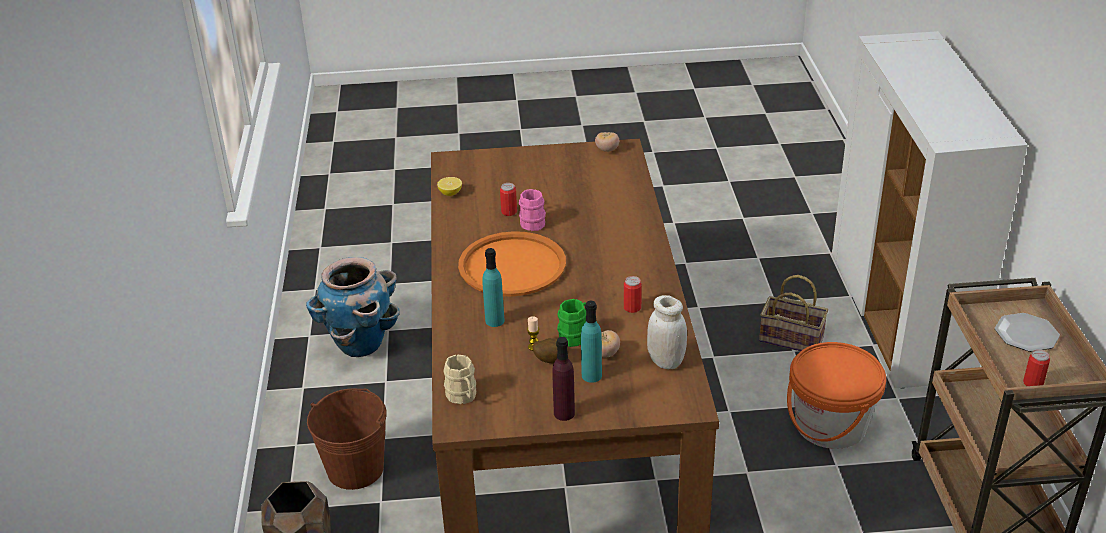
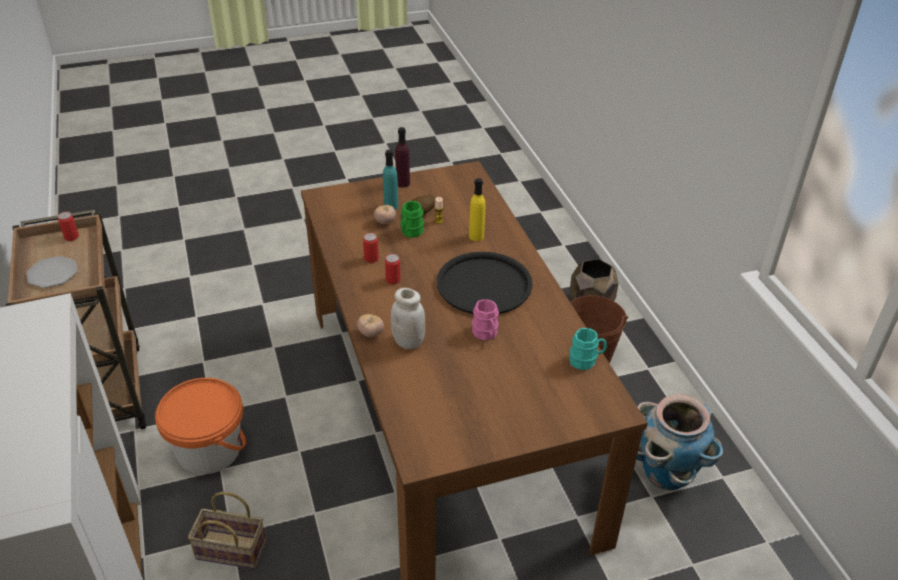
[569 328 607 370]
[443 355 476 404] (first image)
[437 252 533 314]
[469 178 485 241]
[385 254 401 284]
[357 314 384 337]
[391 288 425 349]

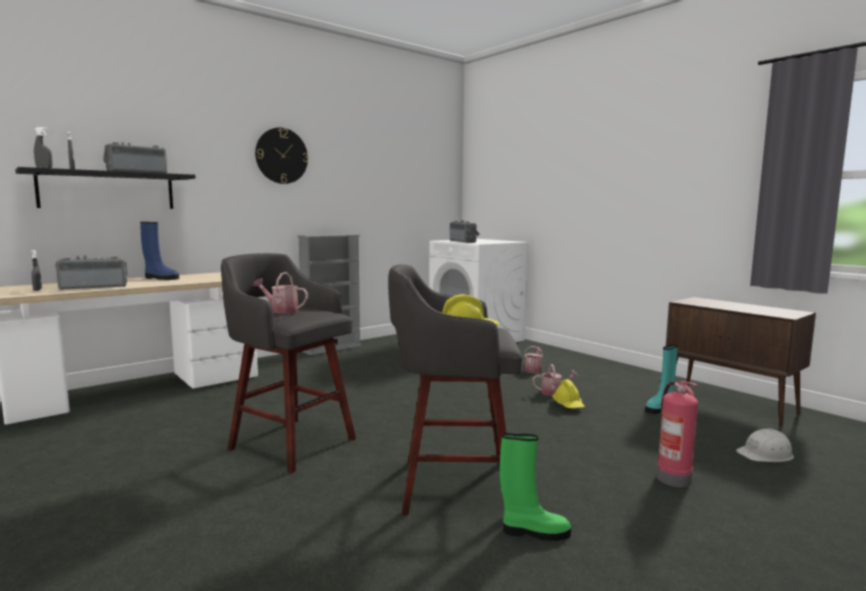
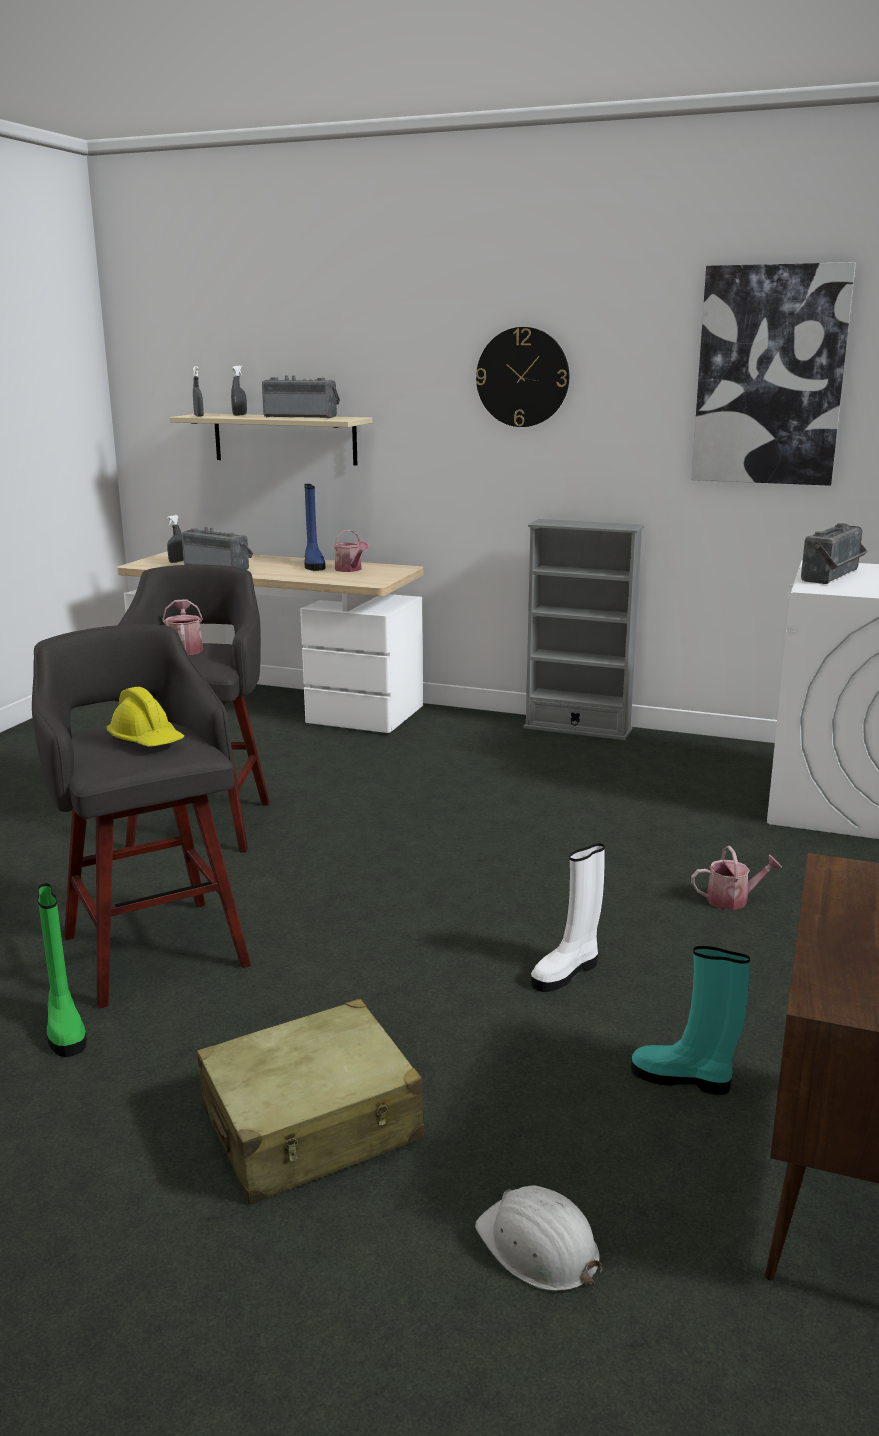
[169 414 372 465]
[334 529 369 572]
[531 843 605 992]
[197 999 425 1205]
[691 262 856 486]

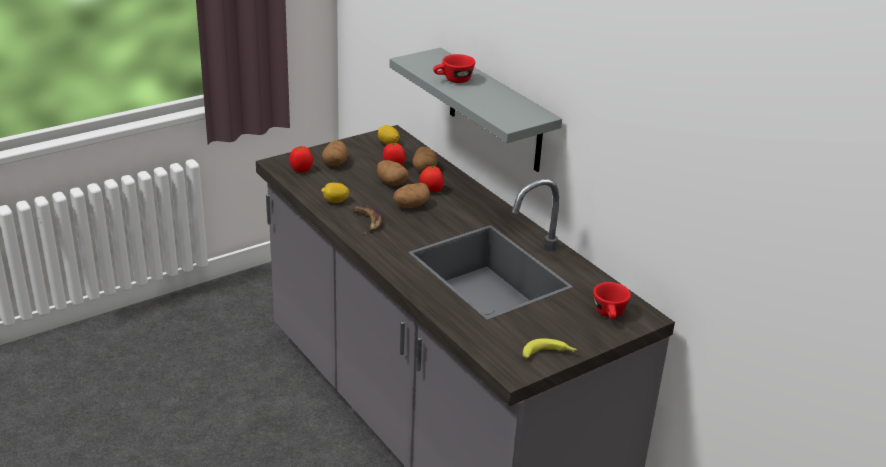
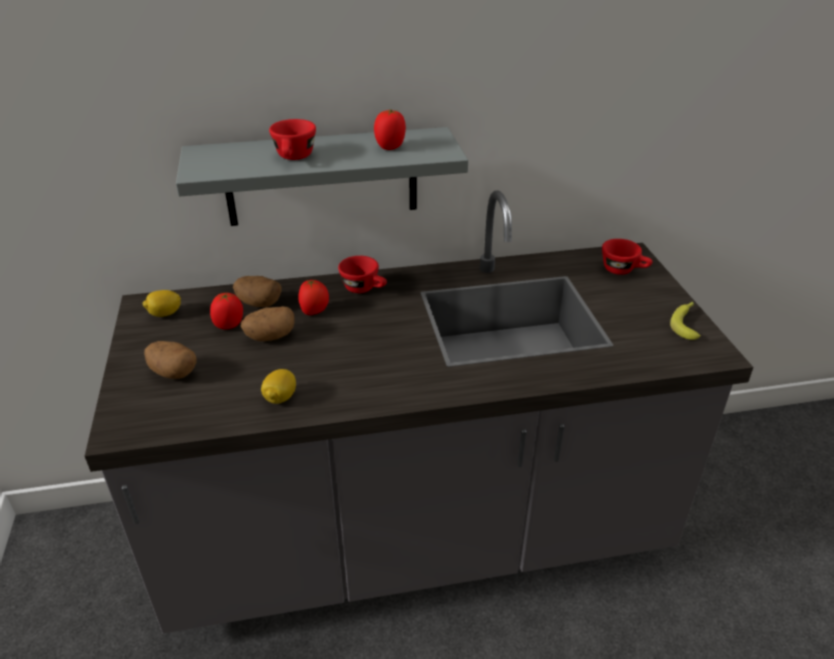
[374 110 406 150]
[353 205 382 234] (first image)
[393 183 430 208] (first image)
[338 256 387 293]

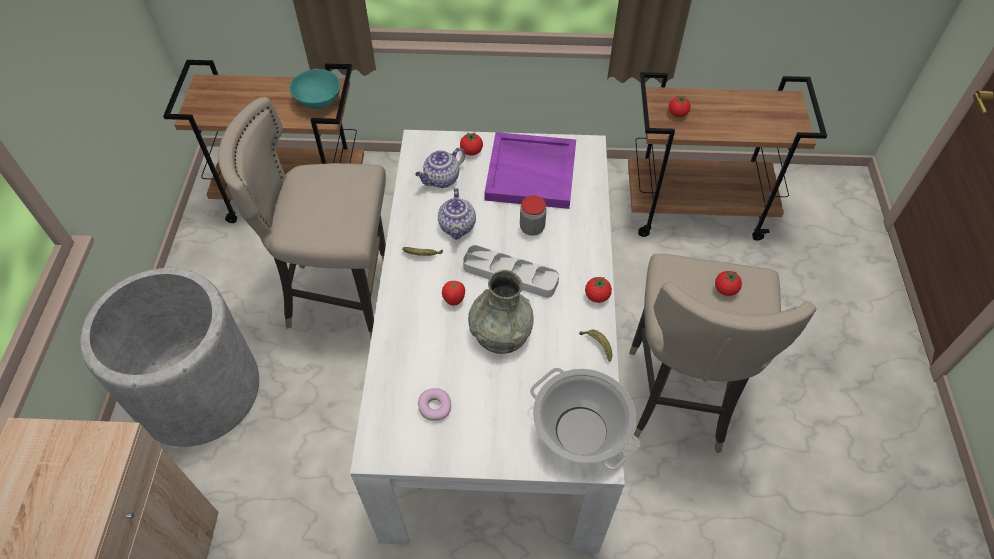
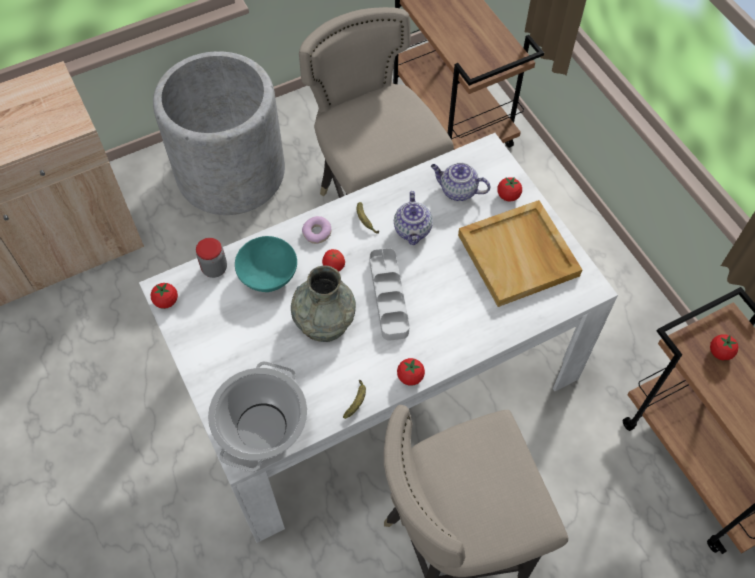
[235 236 297 292]
[302 216 332 244]
[394 191 433 245]
[458 200 582 307]
[196 238 227 278]
[151 283 178 309]

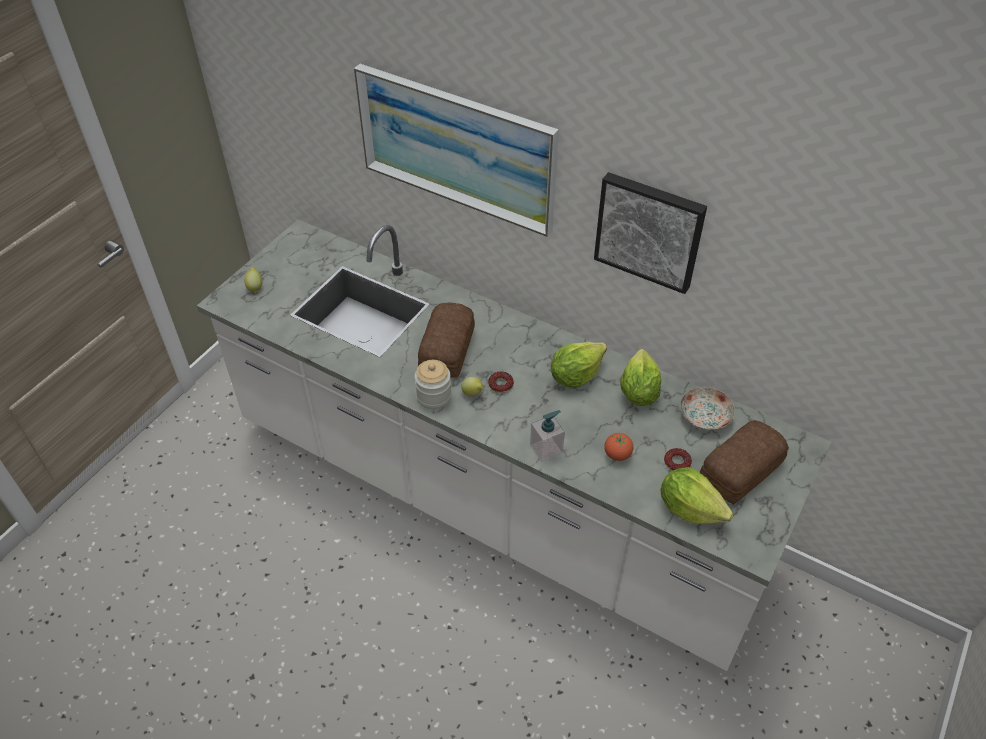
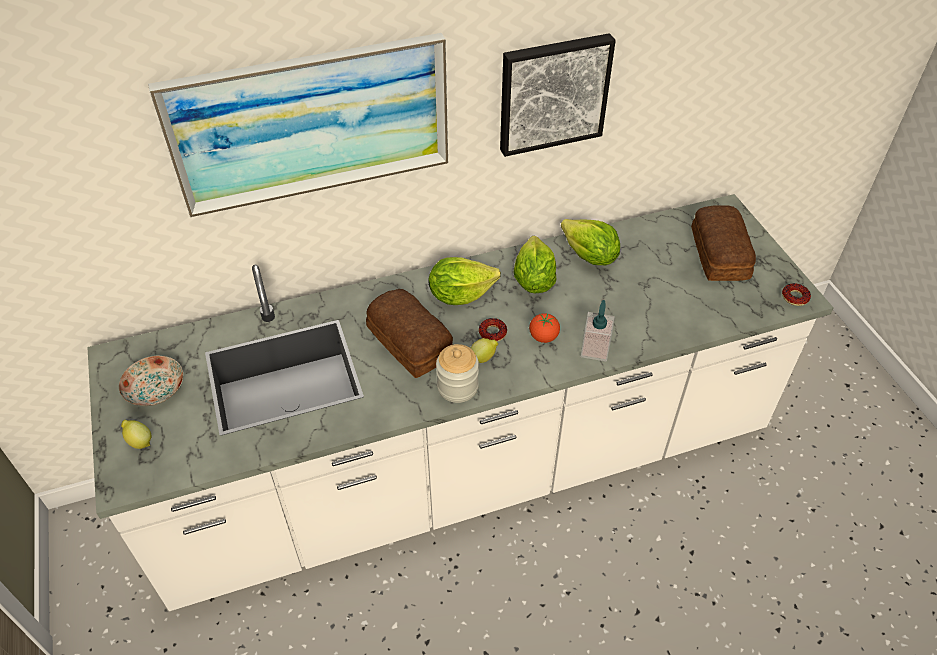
[529 313 560 343]
[429 257 501 305]
[782 283 811 306]
[119 356 183 406]

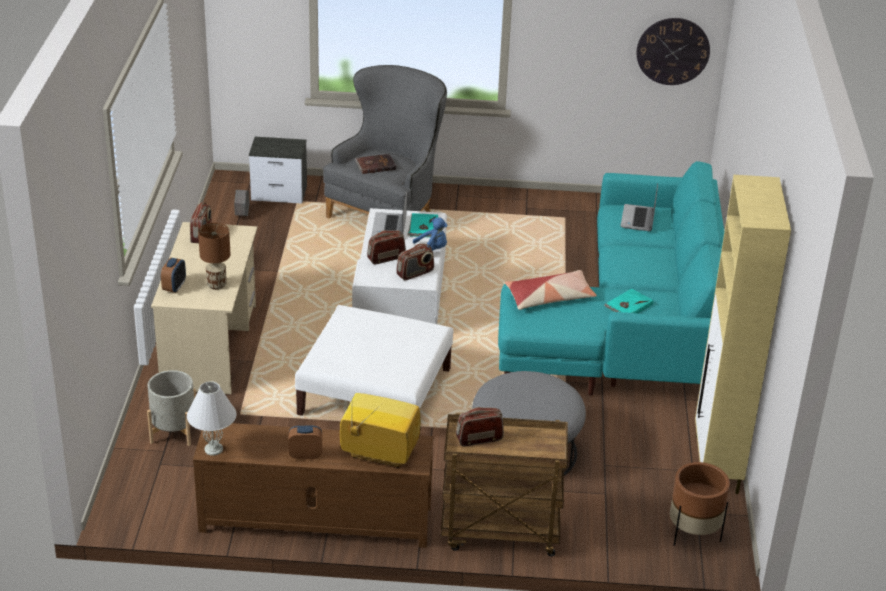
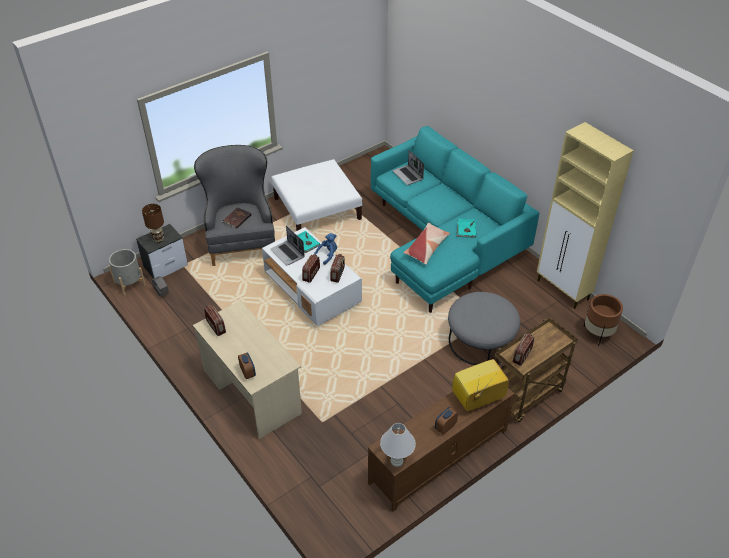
[109 249 146 296]
[142 204 164 243]
[272 159 362 231]
[637 18 710 85] (first image)

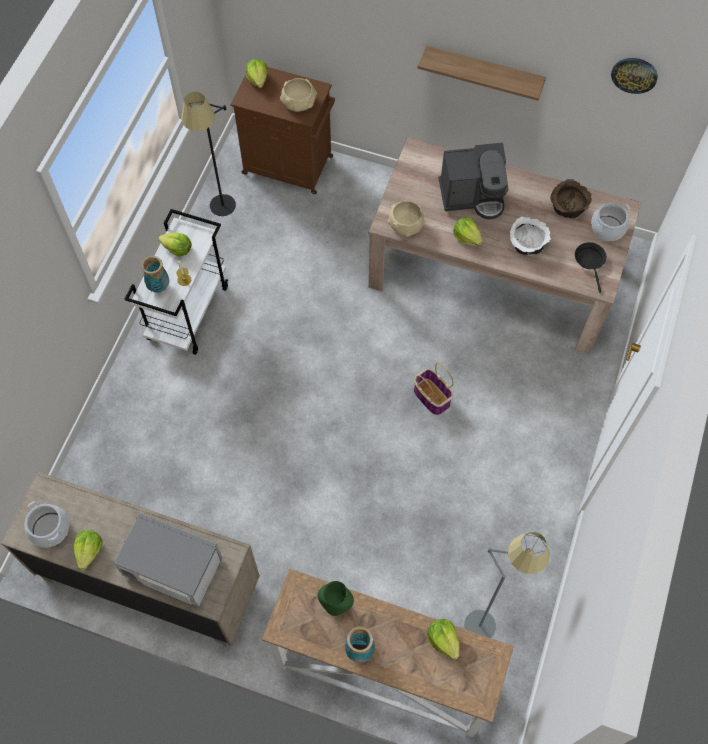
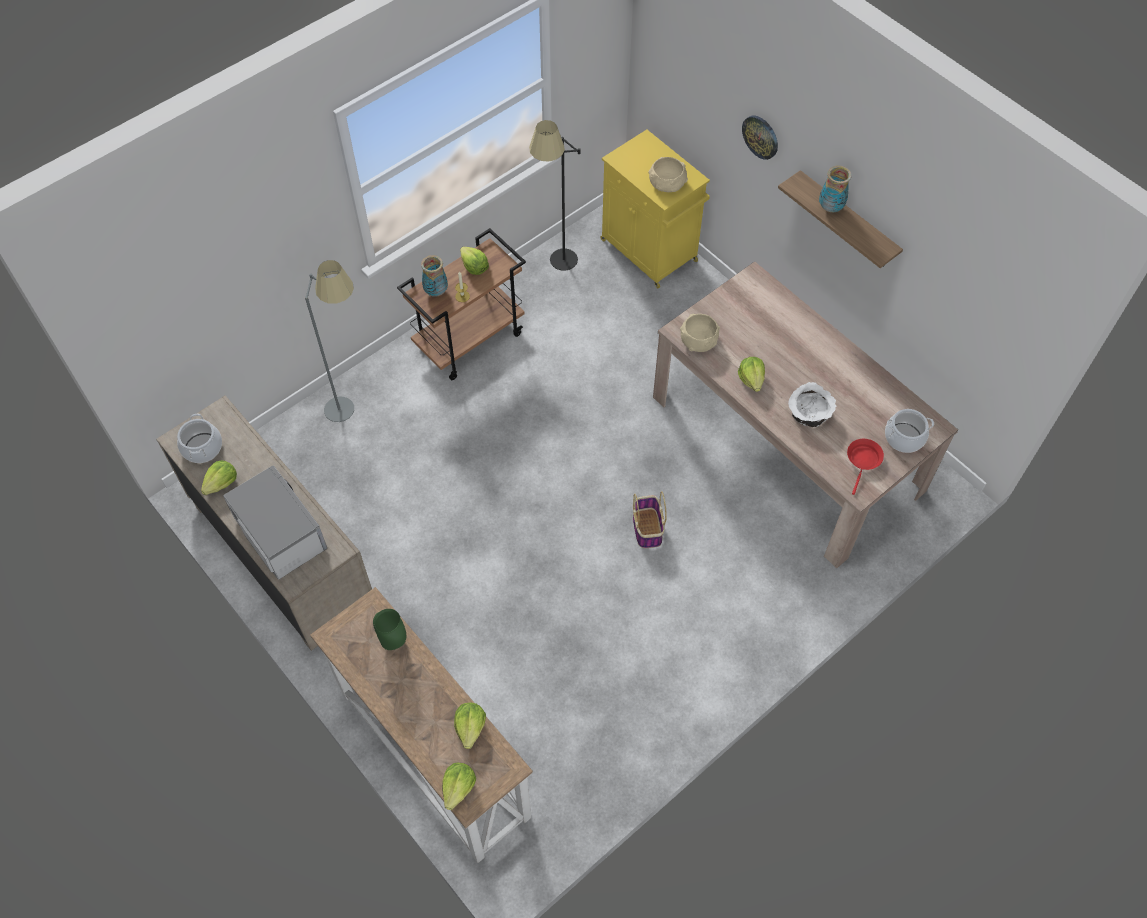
[397 228 526 380]
[601 130 710 288]
[442 762 476 810]
[819 165 851 212]
[439 143 508 220] (first image)
[305 260 354 422]
[550 179 592 218] (first image)
[847 439 884 495]
[742 116 778 160]

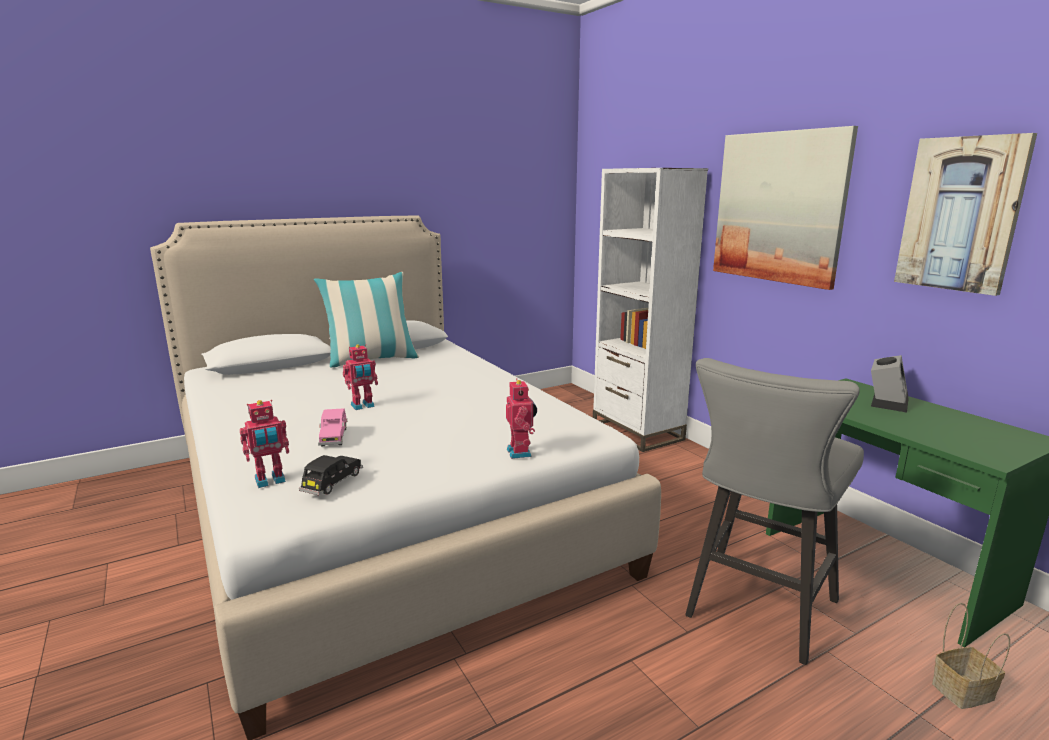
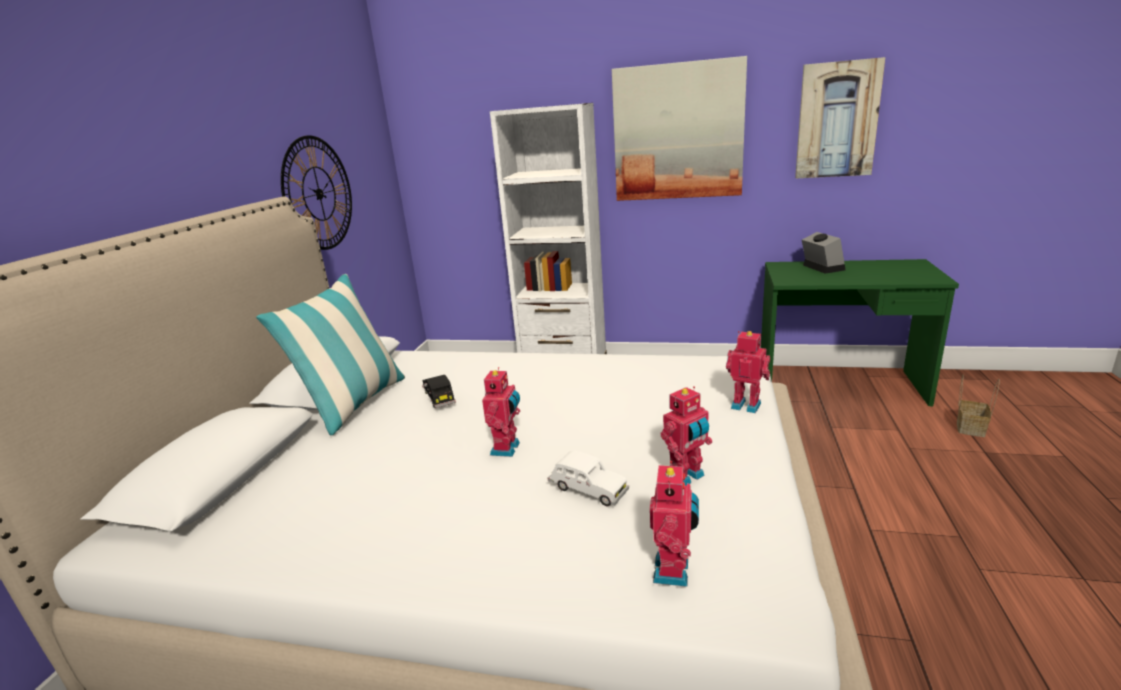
[422 375 456 408]
[548 451 629 506]
[685 358 864 665] (first image)
[281 135 352 250]
[661 386 712 485]

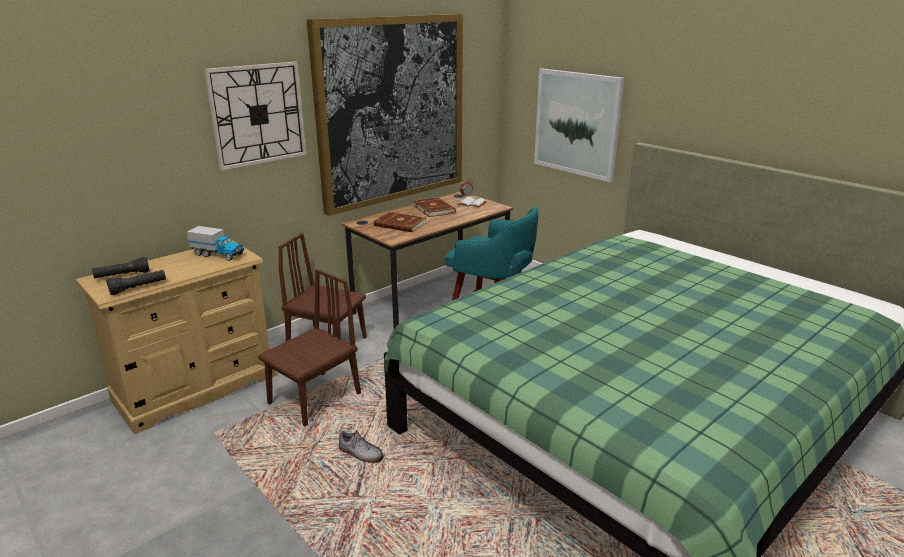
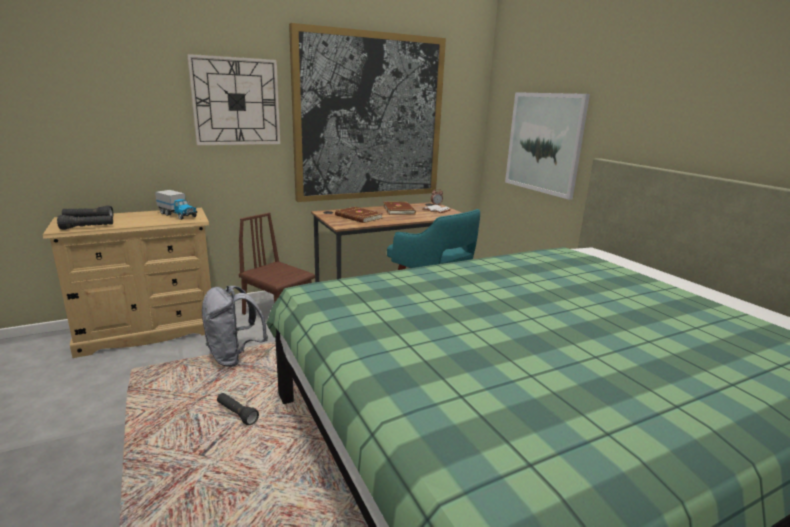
[202 286 268 367]
[217 393 259 425]

